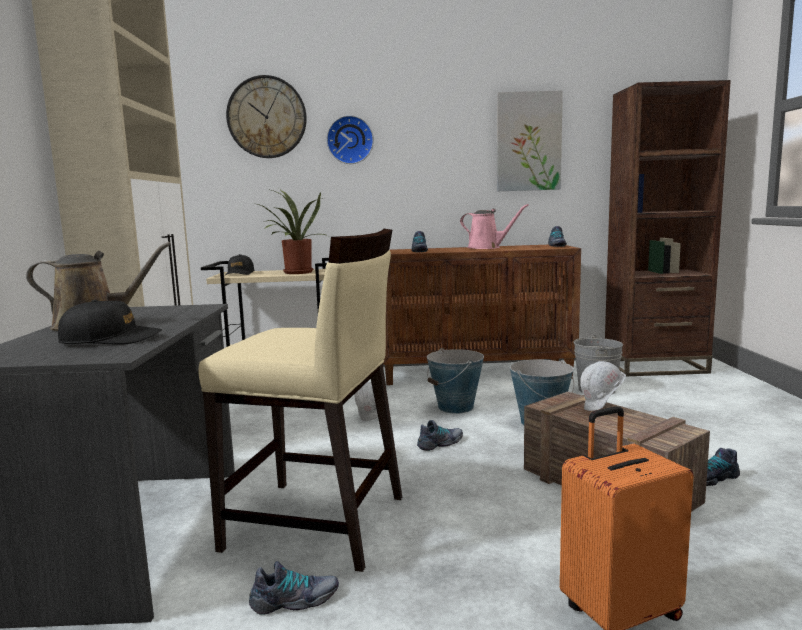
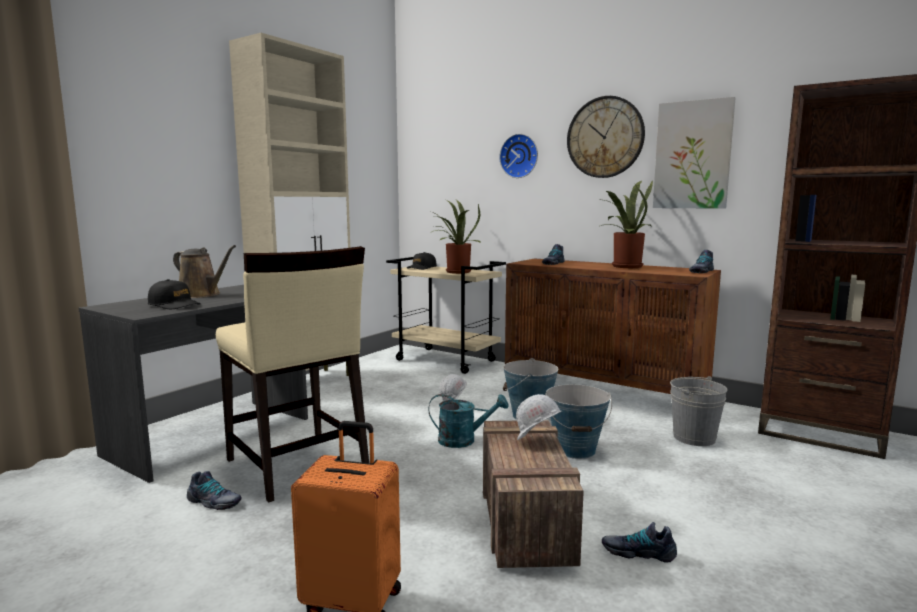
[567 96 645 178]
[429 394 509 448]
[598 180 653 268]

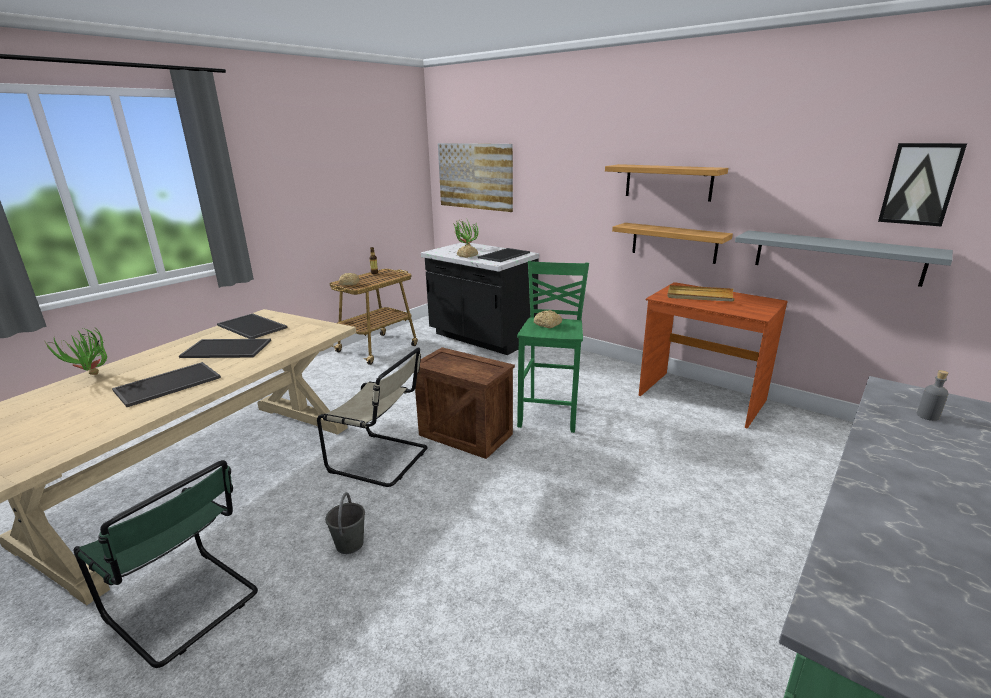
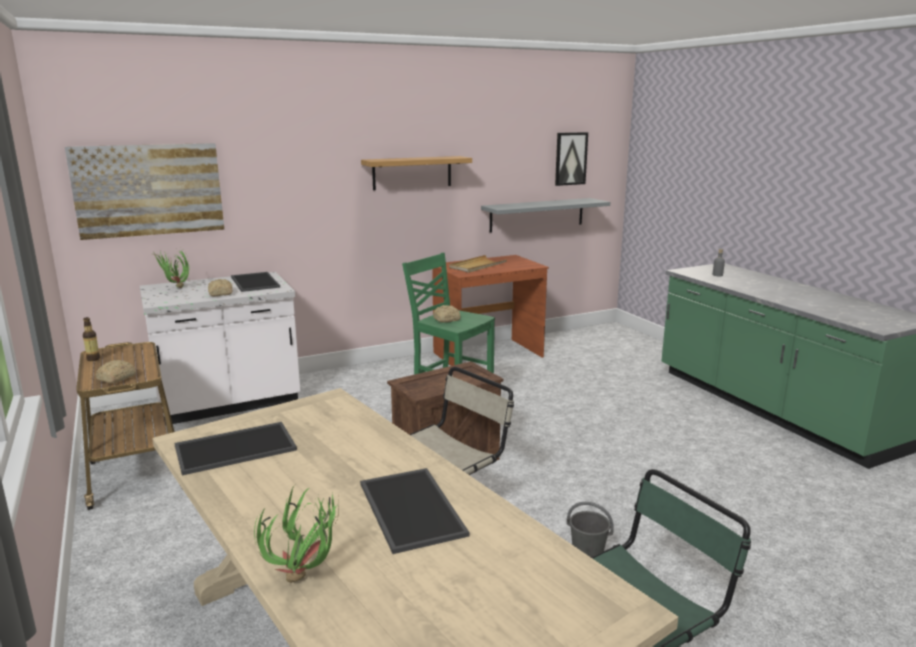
[179 339 271 358] (first image)
[140 272 300 425]
[612 223 733 264] (first image)

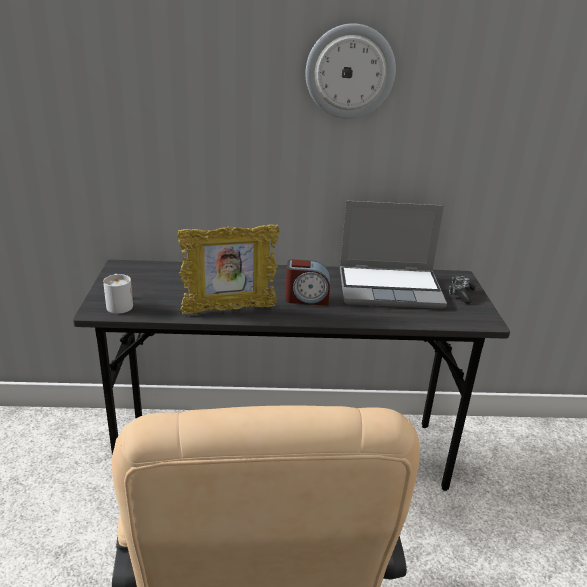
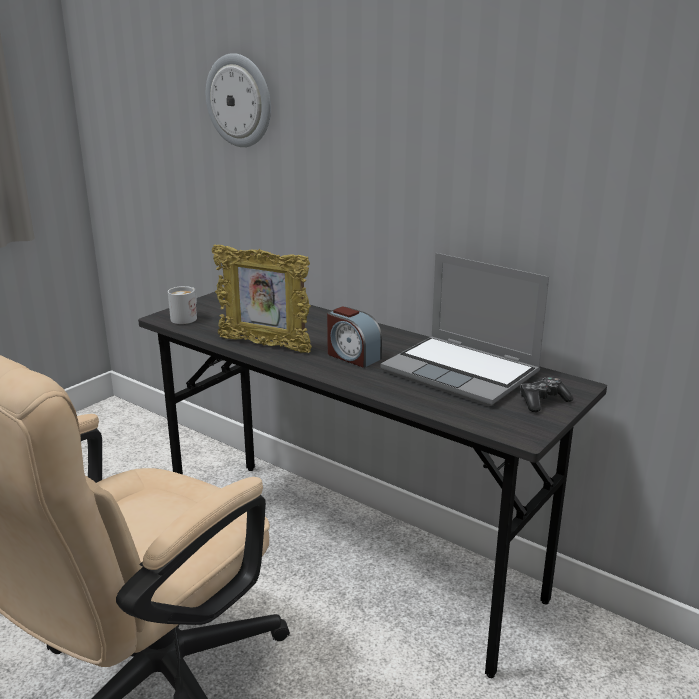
[206 53 271 147]

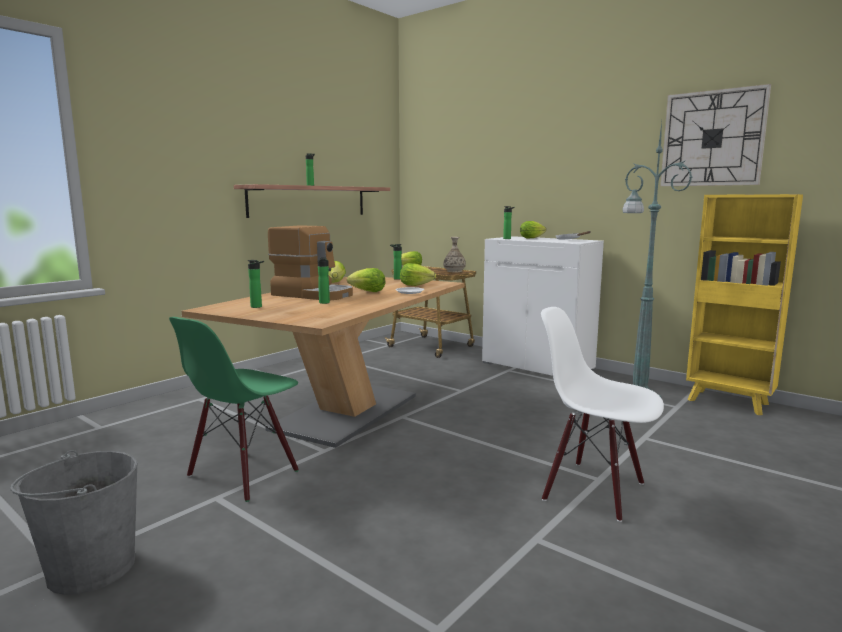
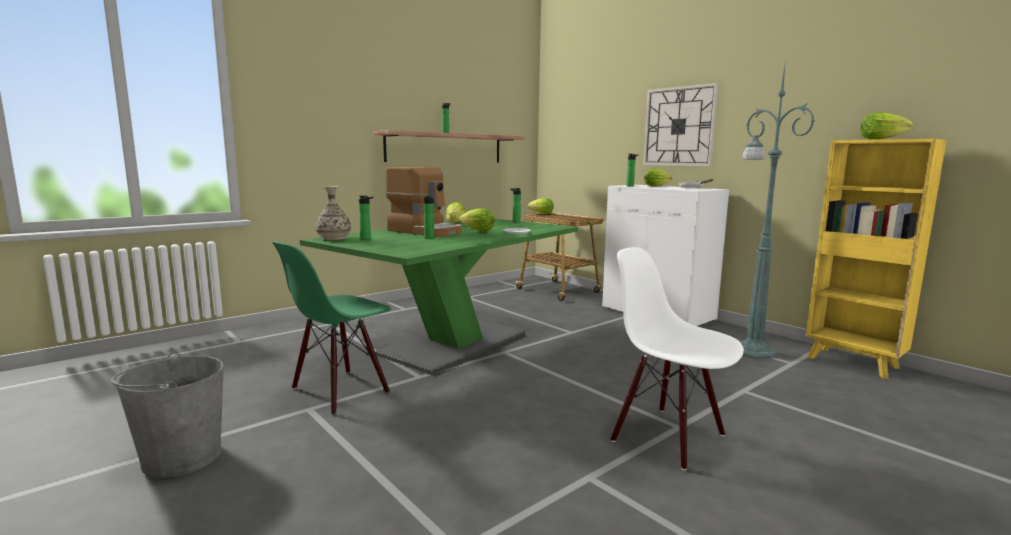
[300 219 578 375]
[861 112 914 140]
[316 186 351 240]
[643 83 719 166]

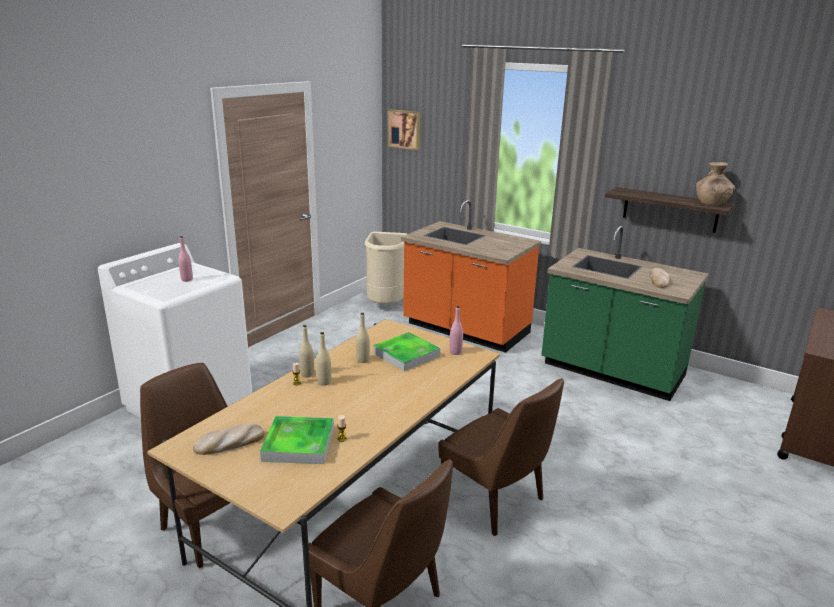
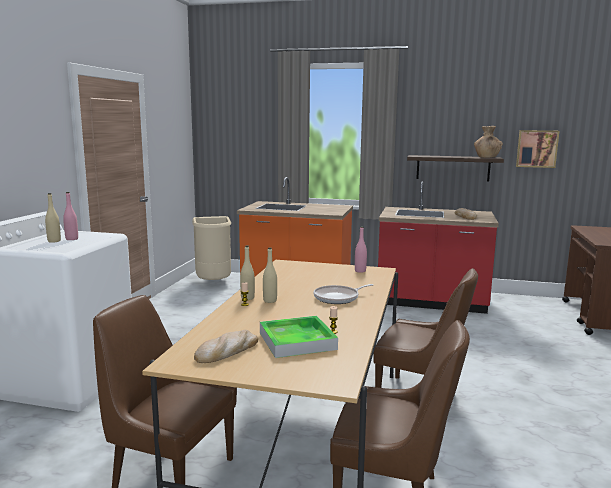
[45 193 61 243]
[373 332 440 371] (first image)
[516 130 559 168]
[378 182 499 314]
[313 284 373 304]

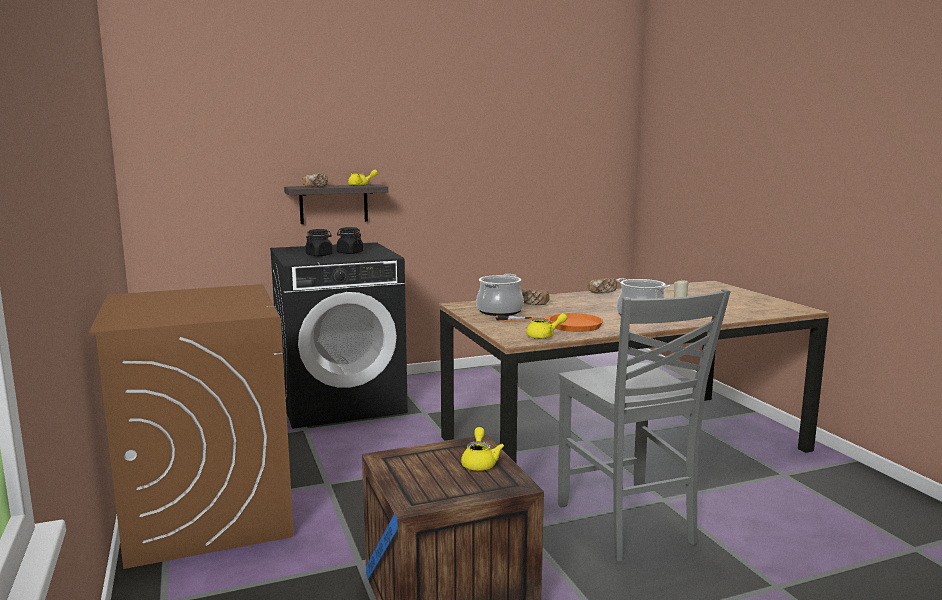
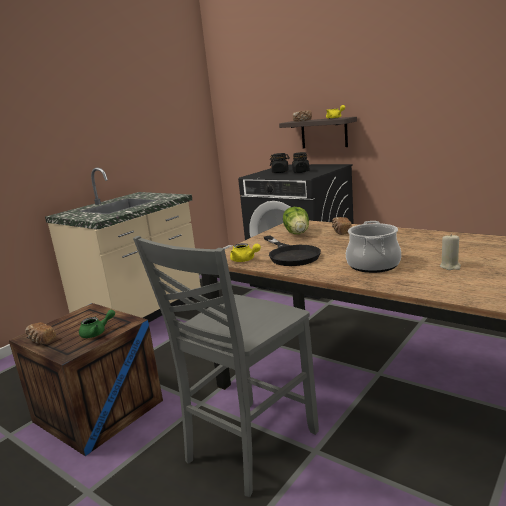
[45 167 201 322]
[79 309 115 338]
[283 207 309 234]
[264 235 321 266]
[25 322 56 344]

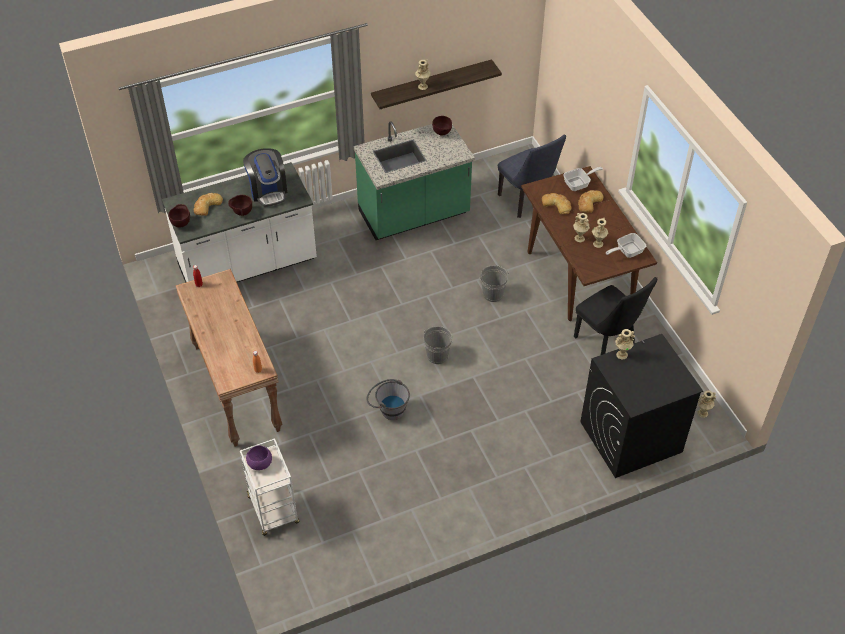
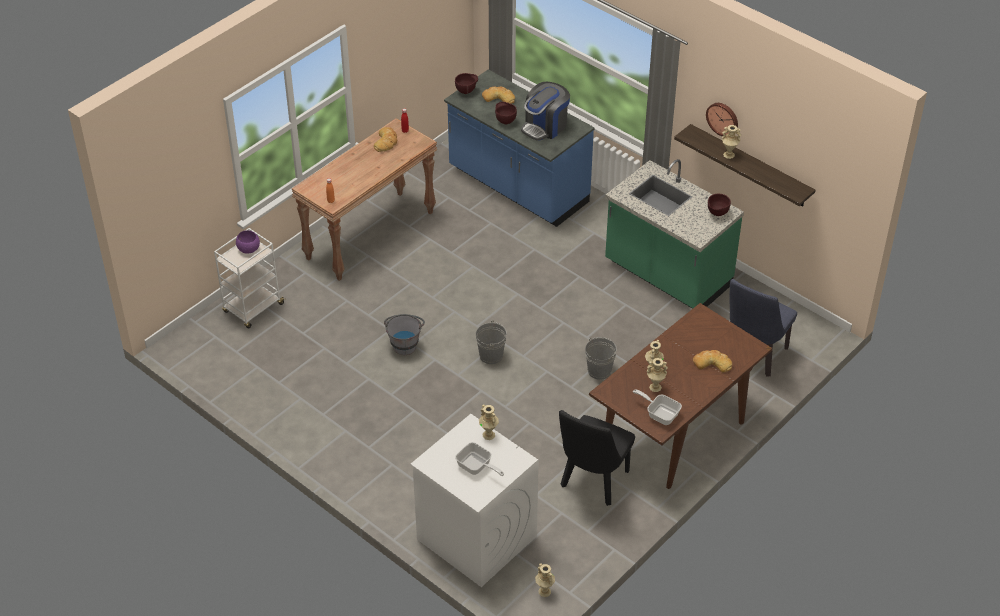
[444 69 594 227]
[374 127 397 152]
[455 442 504 476]
[410 414 539 587]
[706 103 738 136]

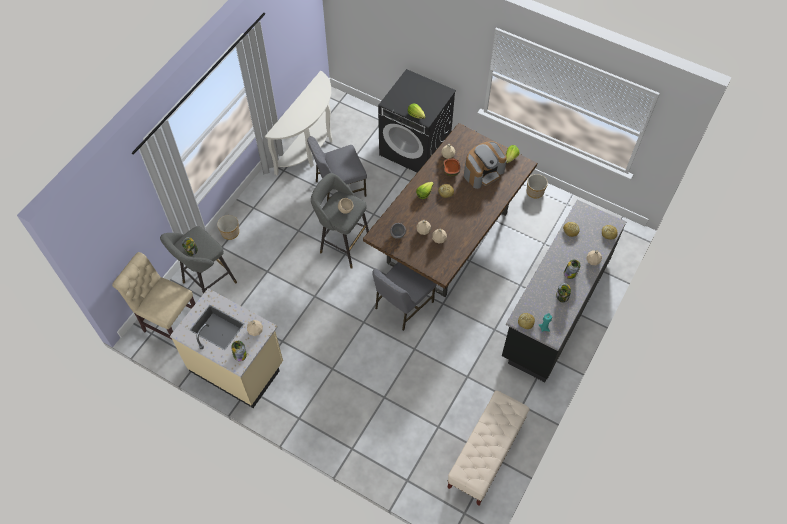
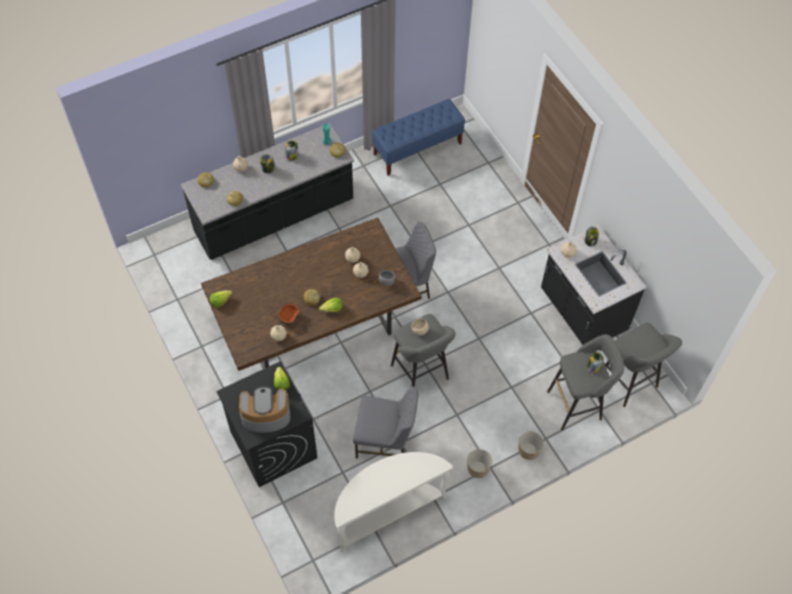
[605 323 682 407]
[541 225 646 345]
[372 99 465 176]
[239 386 290 433]
[467 449 492 478]

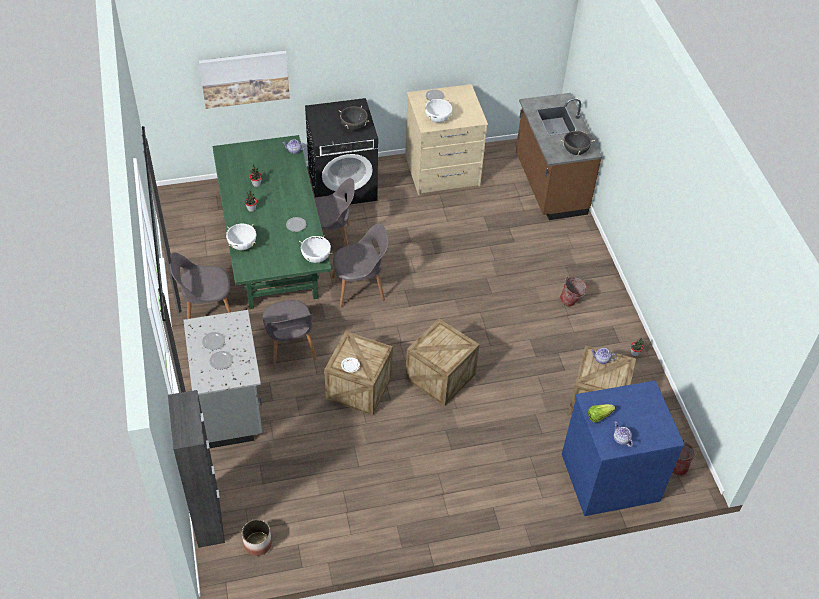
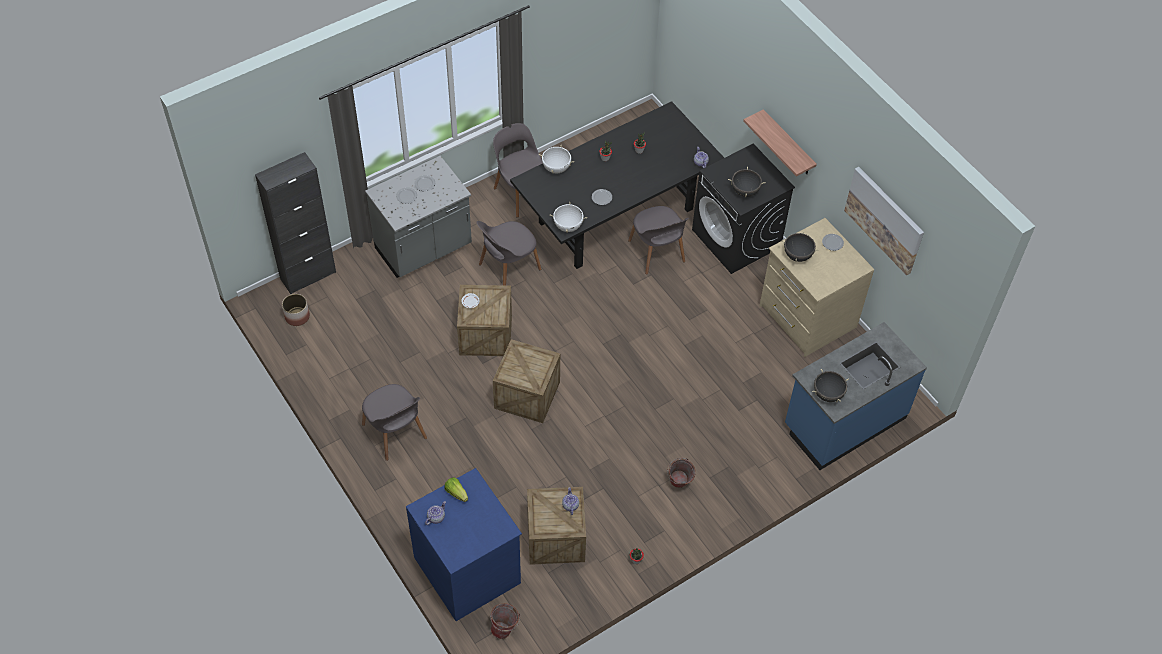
[844 167 924 275]
[510 101 724 269]
[362 384 427 461]
[781 231 819 262]
[785 322 927 470]
[743 109 817 177]

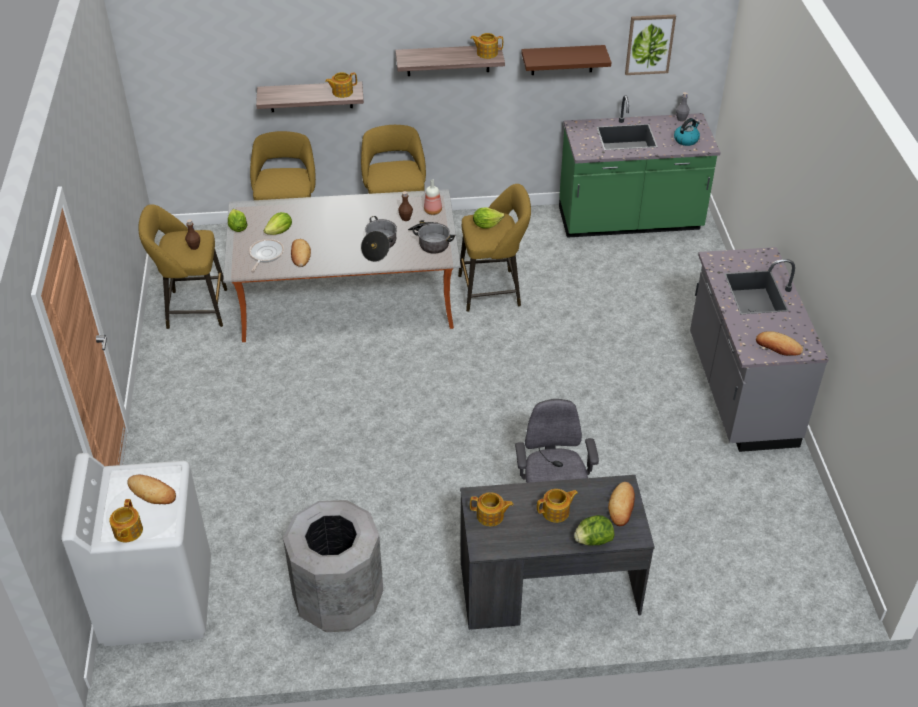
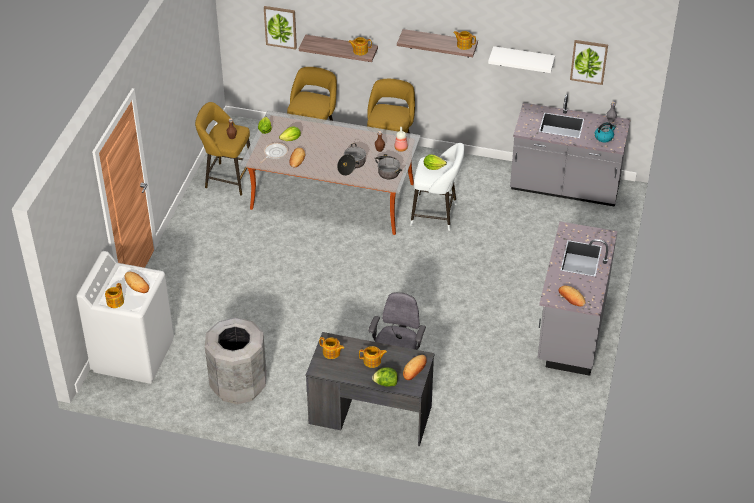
[410 143 465 231]
[488 46 555 73]
[510 94 631 207]
[264 6 297 50]

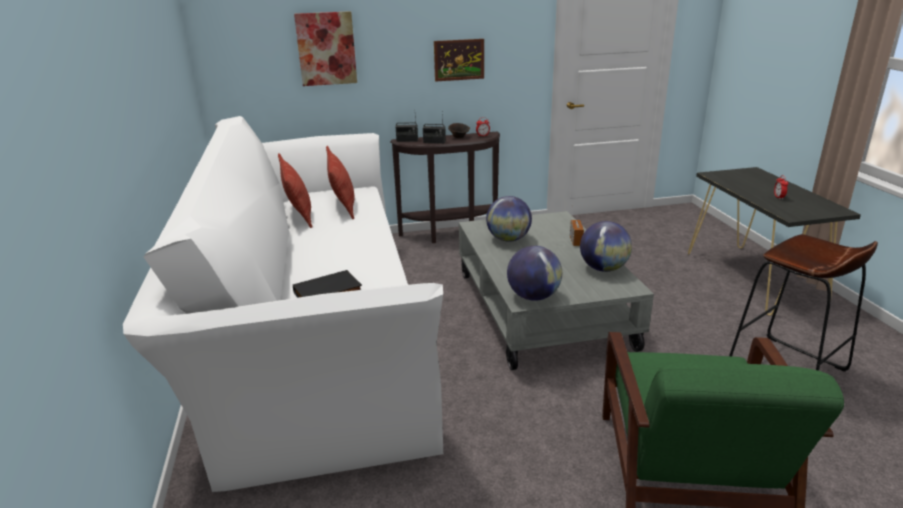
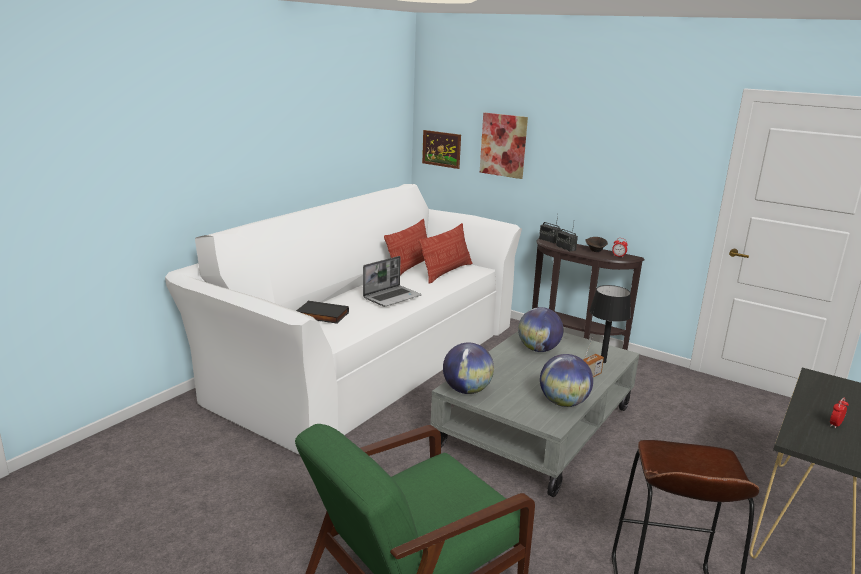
[422 130 461 169]
[363 256 422 307]
[589 285 631 363]

